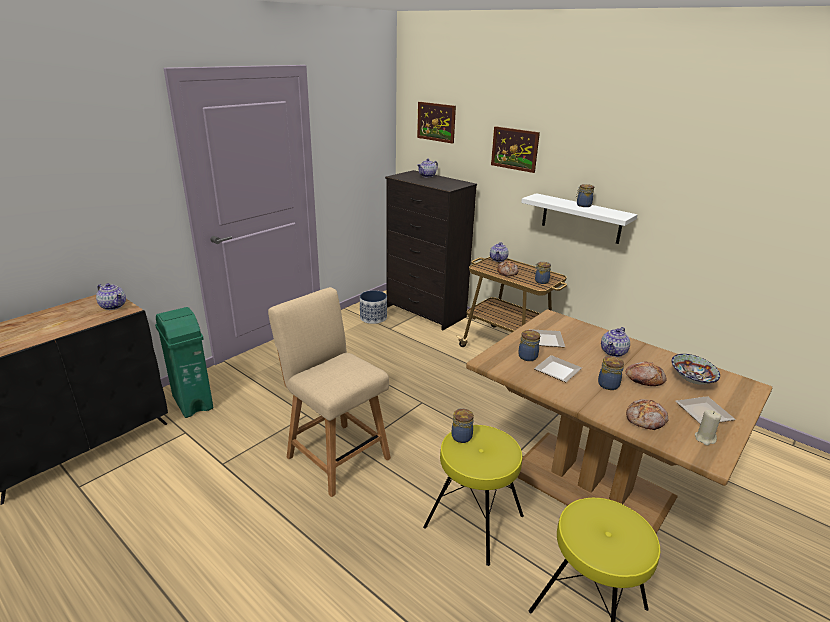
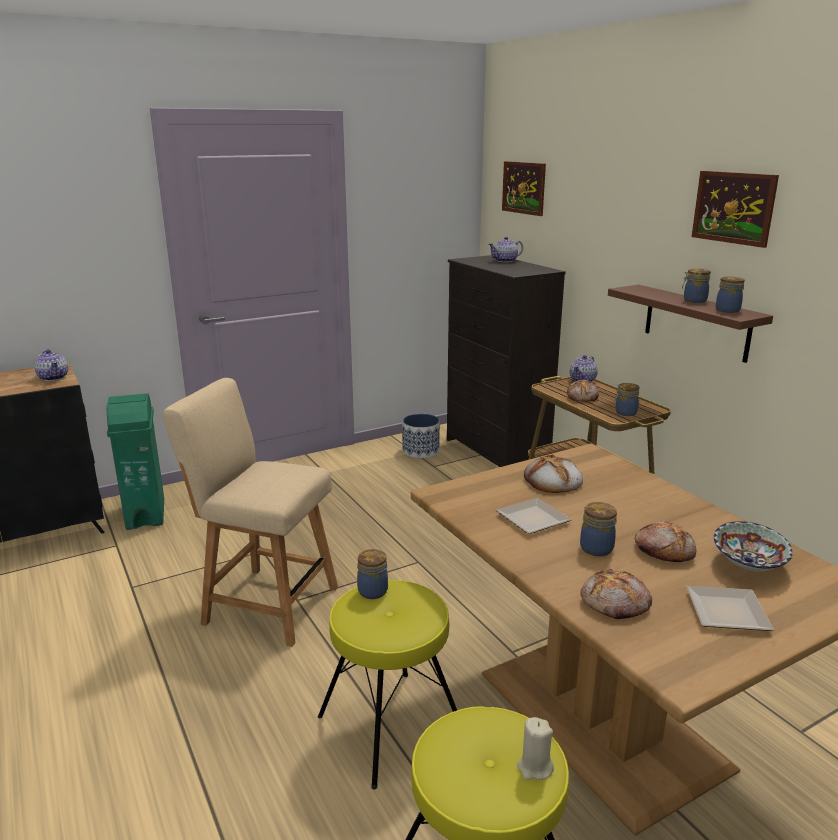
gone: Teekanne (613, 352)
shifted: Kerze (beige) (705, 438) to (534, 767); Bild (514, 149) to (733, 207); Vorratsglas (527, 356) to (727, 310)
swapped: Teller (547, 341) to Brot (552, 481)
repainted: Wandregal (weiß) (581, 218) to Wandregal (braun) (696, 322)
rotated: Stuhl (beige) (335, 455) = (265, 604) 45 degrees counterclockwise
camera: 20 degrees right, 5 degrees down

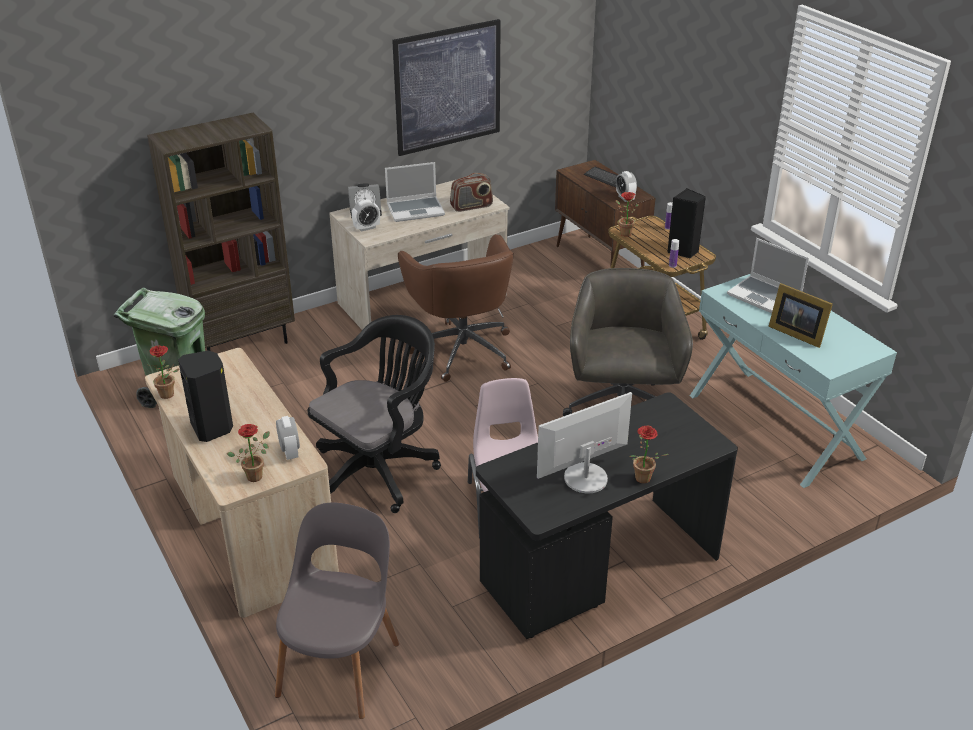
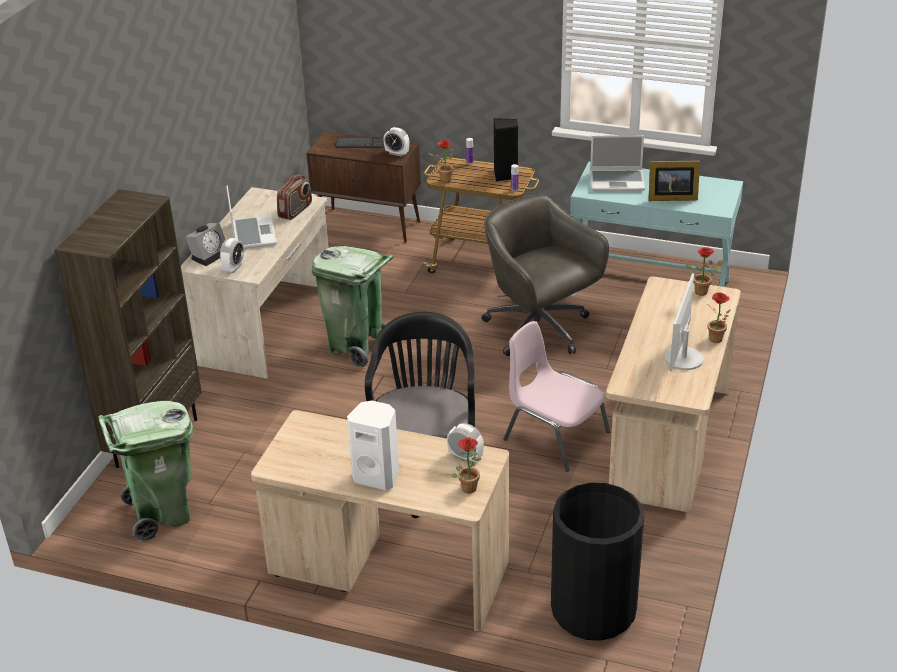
gone: Bild (448, 87)
shifted: Topfpflanze (170, 395) to (703, 291)
swapped: Bürostuhl (braun) (462, 349) to Mülleimer (grün) (357, 347); Stuhl (grau) (340, 664) to Mülleimer (schwarz) (593, 610)
repainted: Lautsprecher (schwarz) (213, 428) to Lautsprecher (weiß) (377, 476); Schreibtisch (schwarz) (599, 568) to Schreibtisch (beige) (668, 442)
rotated: Laptop (416, 210) = (252, 234) 45 degrees counterclockwise
camera: 40 degrees left, 0 degrees up

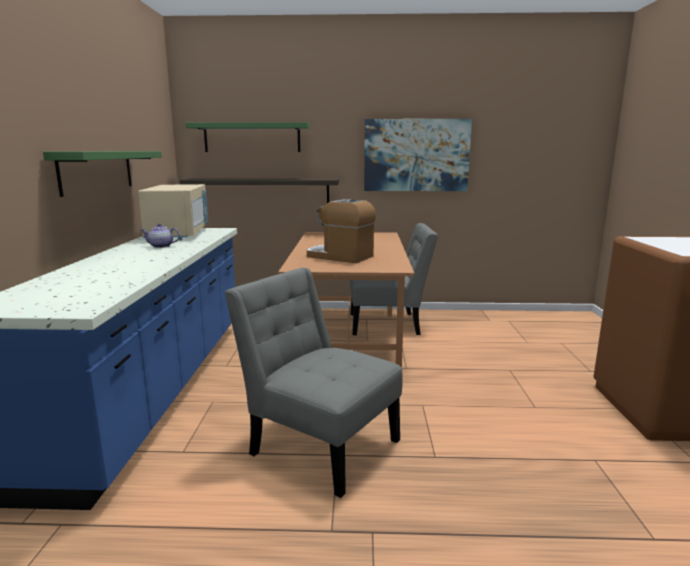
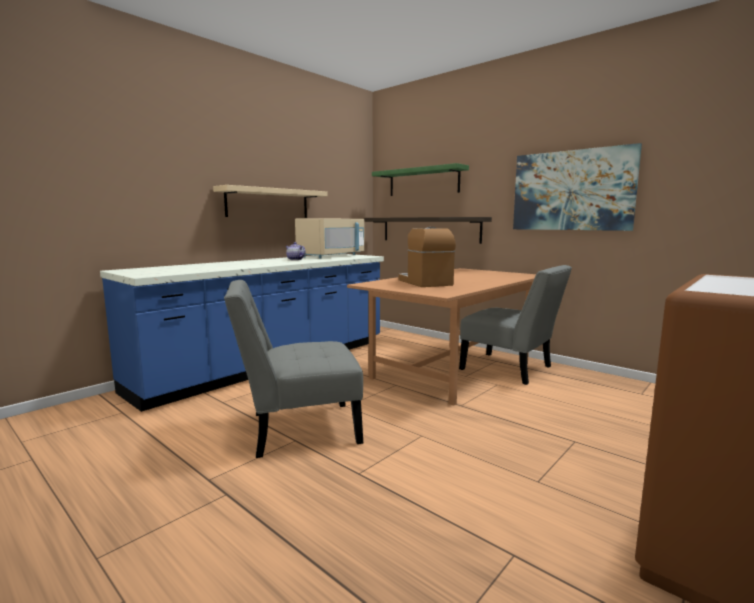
repainted: Wandregal (grün) (97, 171) to Wandregal (beige) (268, 203)
rotated: Stuhl (grau) (319, 444) = (297, 429) 90 degrees counterclockwise
camera: 40 degrees right, 5 degrees down

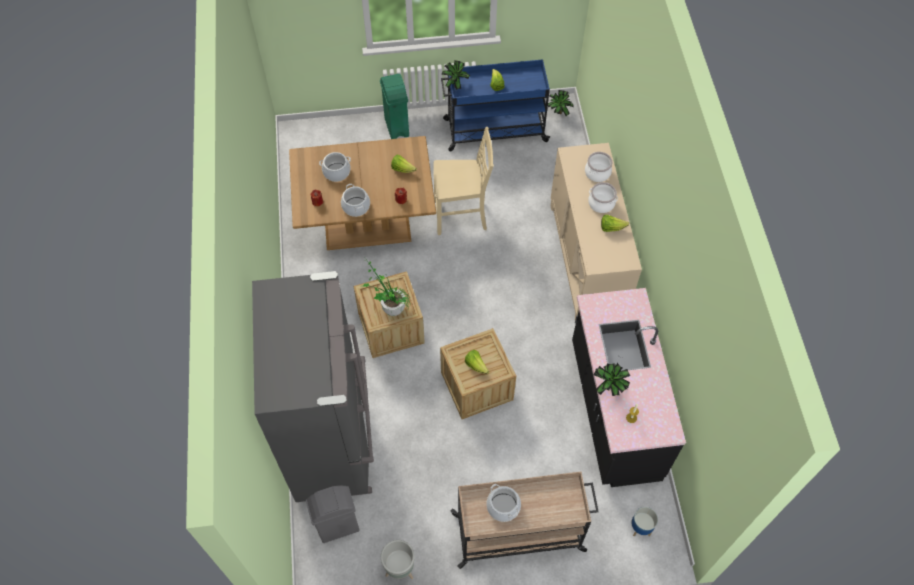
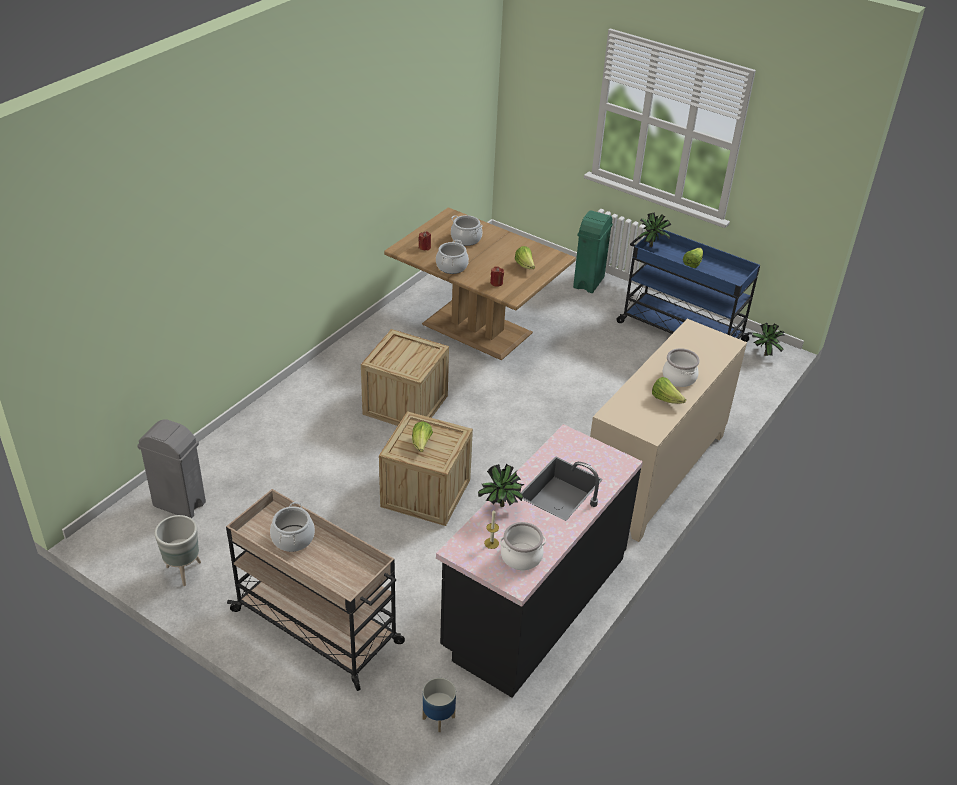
gone: Kühlschrank (grau) (333, 441); Topfpflanze (390, 307); Stuhl (beige) (461, 216)
shifted: Kochtopf (597, 173) to (521, 557)
camera: 40 degrees right, 20 degrees down

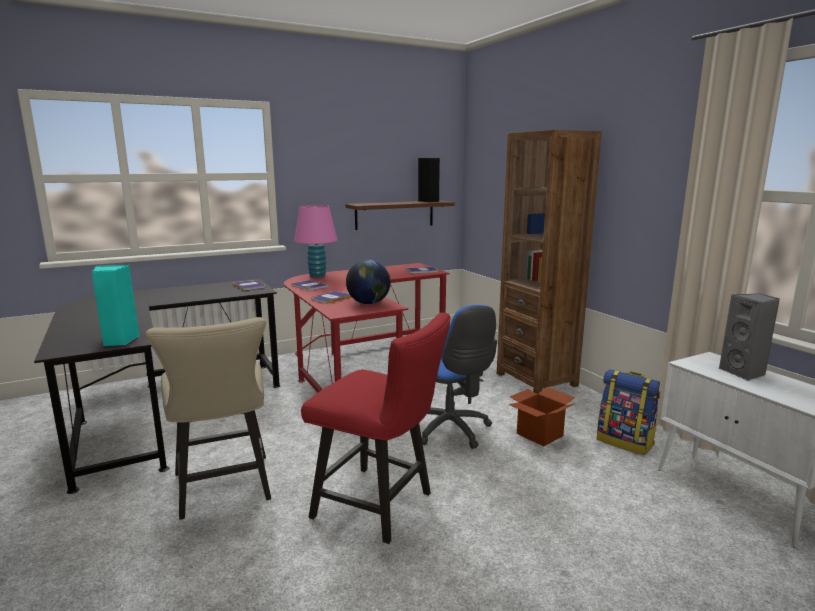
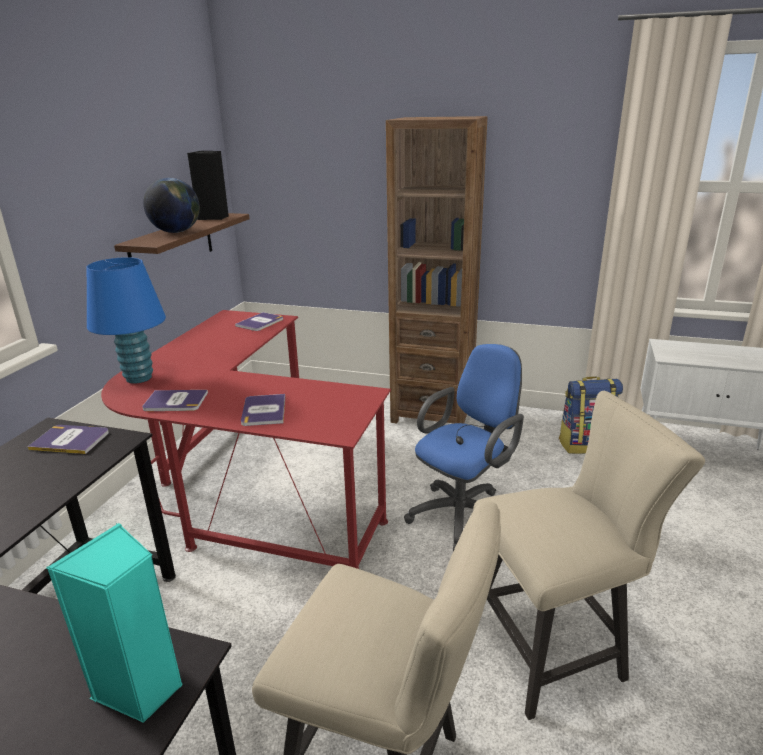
gone: Karton (540, 435); Lautsprecher (grau) (744, 373)
shifted: Globus (369, 303) to (176, 232)
repainted: Tischlampe (rosa) (317, 276) to Tischlampe (blau) (139, 378); Stuhl (rot) (381, 506) to Stuhl (beige) (556, 646)
rotated: Bürostuhl (blau) (452, 431) = (464, 513) 60 degrees counterclockwise
camera: 45 degrees left, 10 degrees up

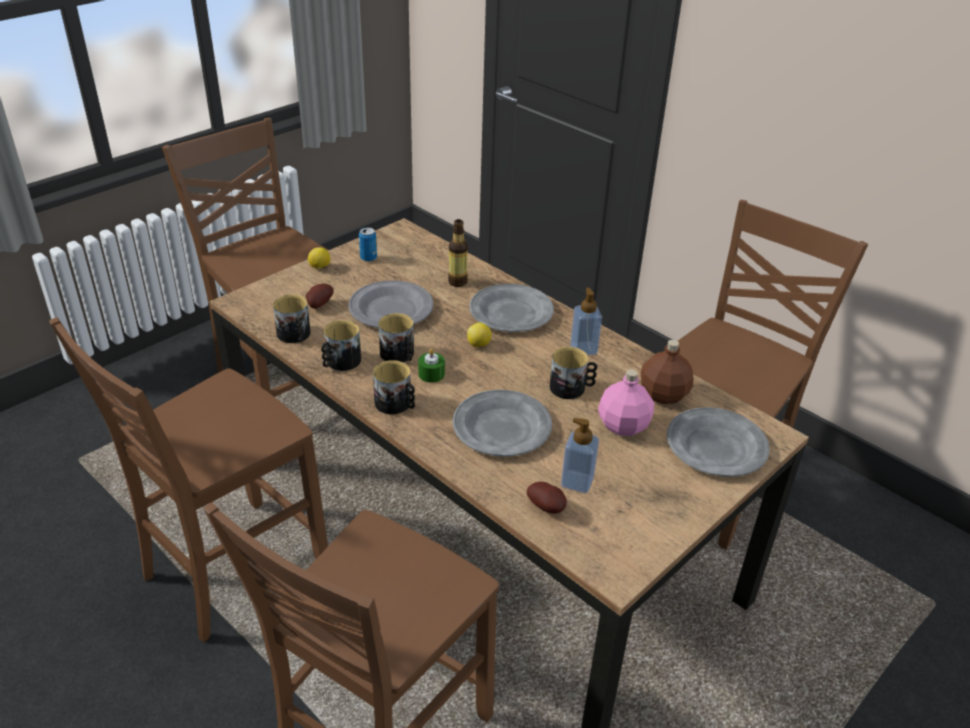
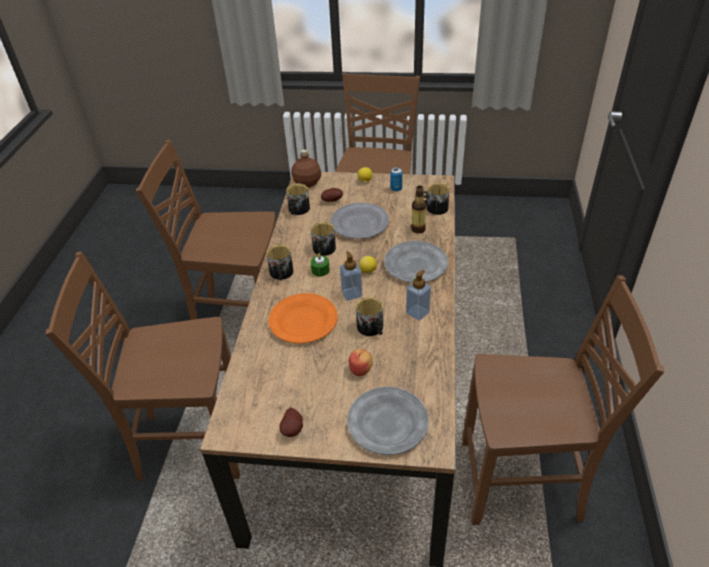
shifted: Kartoffel (547, 507) to (293, 429); Flasche (braun) (663, 395) to (306, 183); Seifenspender (577, 482) to (351, 294); Henkelbecher (340, 362) to (434, 208)
swapped: Flasche (rosa) (624, 426) to Apfel (361, 369)
repainted: Teller (grau) (501, 427) to Teller (orange) (303, 321)
camera: 55 degrees right, 5 degrees up

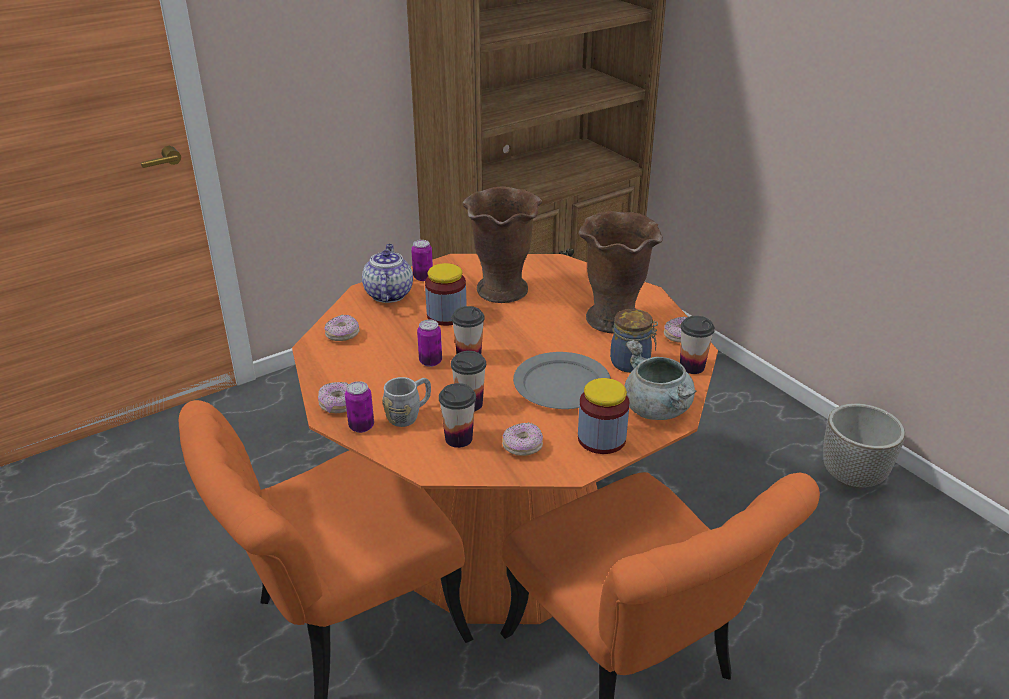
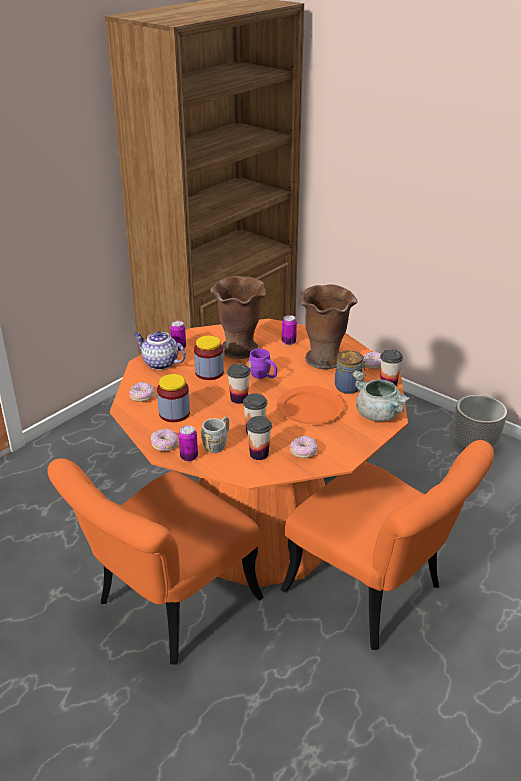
new: Henkelbecher (lila) (263, 376)
shifted: Vorratsglas (601, 439) to (174, 413); Dose (430, 361) to (288, 342)
repainted: Teller (grau) (562, 384) to Teller (orange) (310, 408)
rotated: Teekanne (388, 294) = (159, 363) 45 degrees counterclockwise
camera: 15 degrees left, 0 degrees up

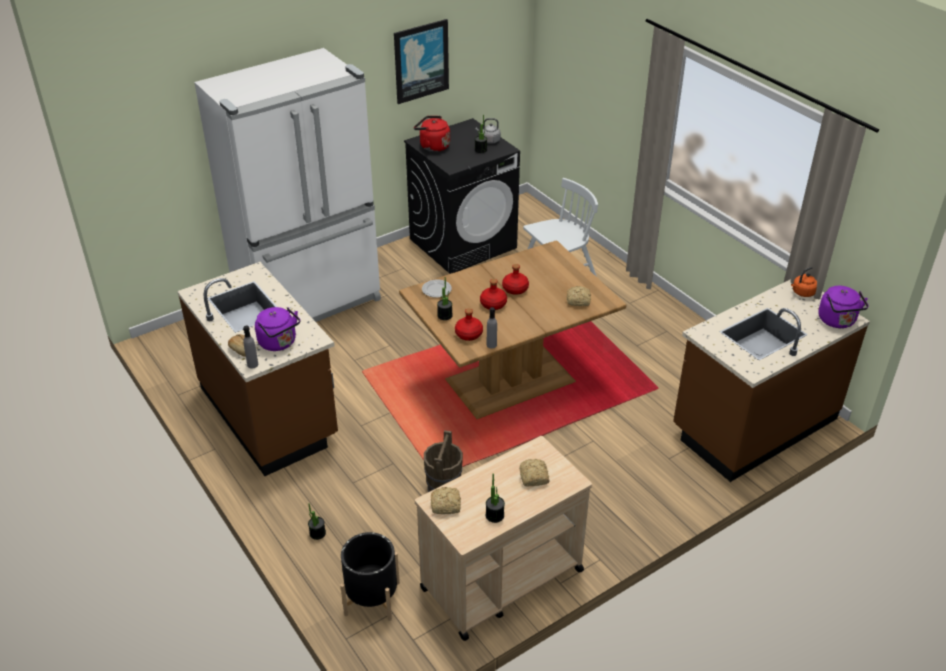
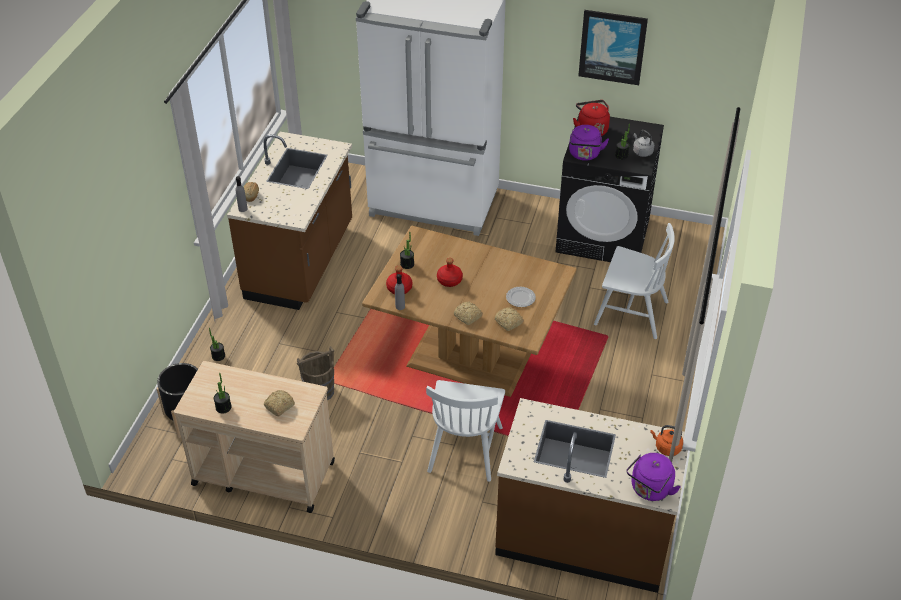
gone: Flasche (rot) (515, 289)
new: Stuhl (weiß) (465, 448)
shifted: Brot (446, 505) to (468, 317); Teller (436, 290) to (520, 298); Wasserkessel (lila) (279, 343) to (584, 155)
camera: 50 degrees right, 5 degrees up

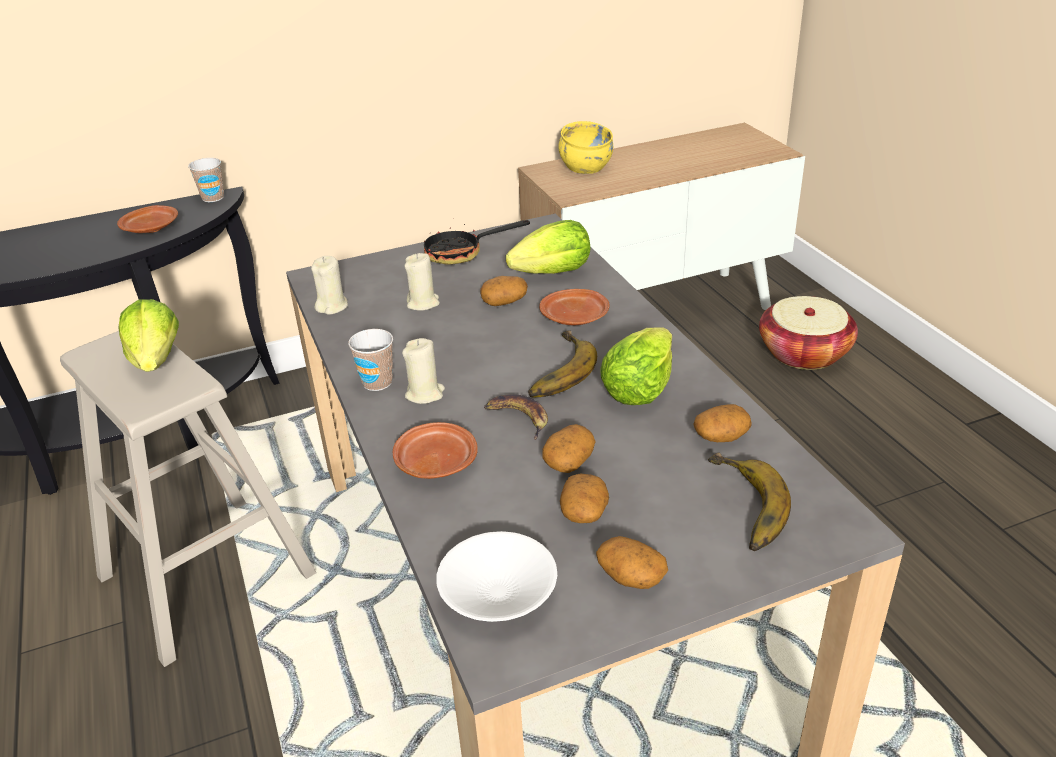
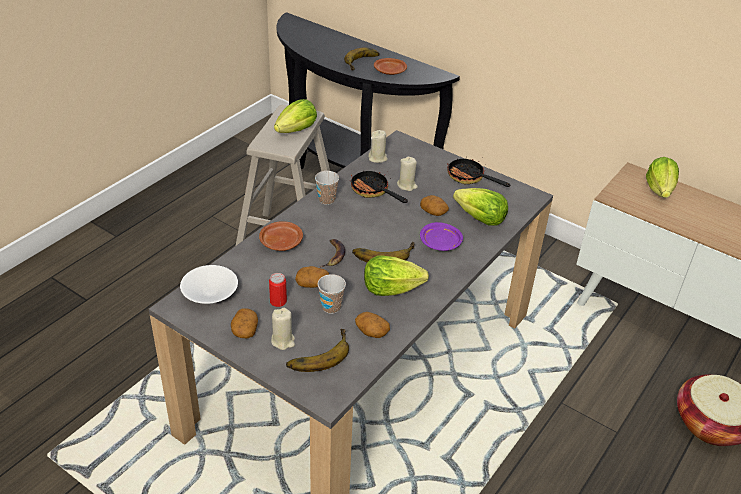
new: Banane (363, 62); Pfanne (373, 192)
shifted: Kerze (beige) (425, 394) to (283, 341); Tasse (213, 198) to (331, 307)
swapped: Kartoffel (584, 512) to Dose (278, 301); Schüssel (gelb) (585, 168) to Salatkopf (659, 190)
repainted: Teller (braun) (575, 317) to Teller (lila) (440, 243)
camera: 55 degrees right, 5 degrees up

